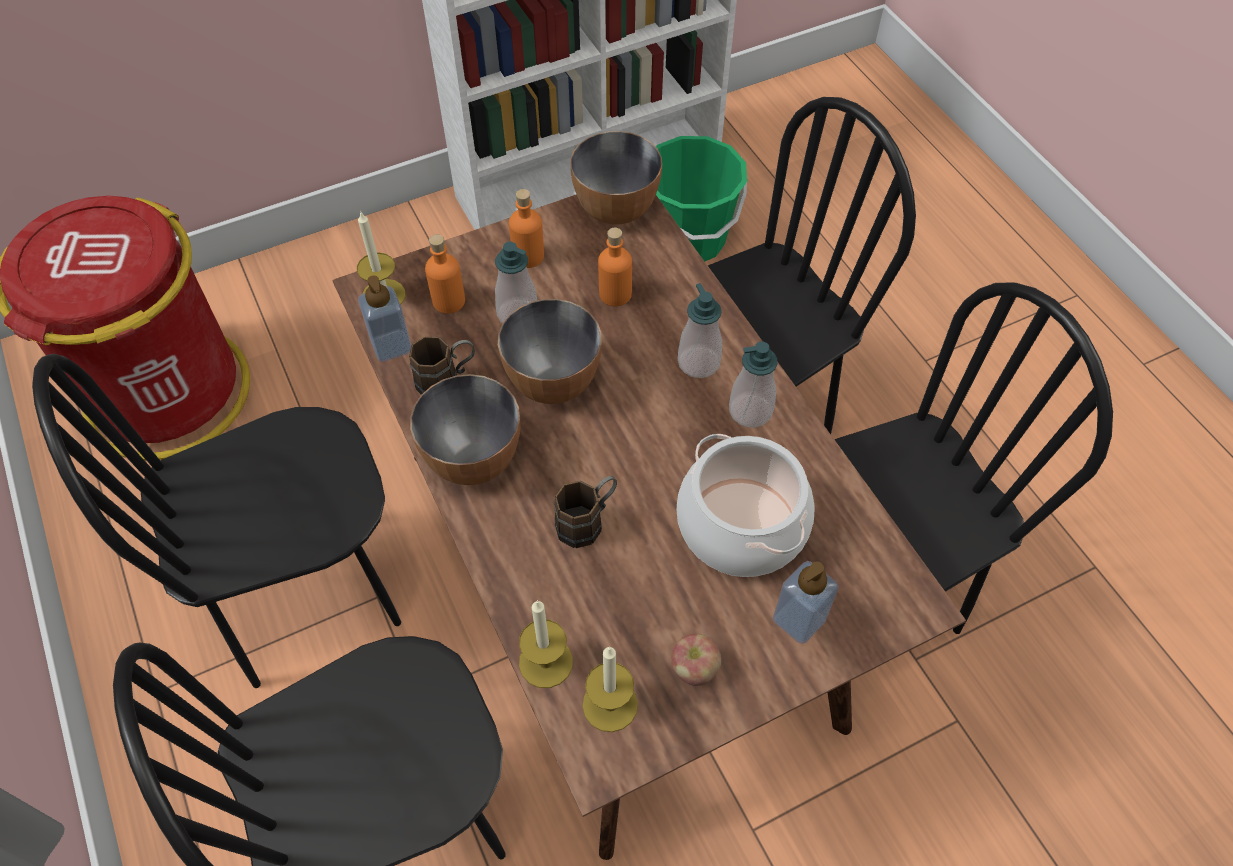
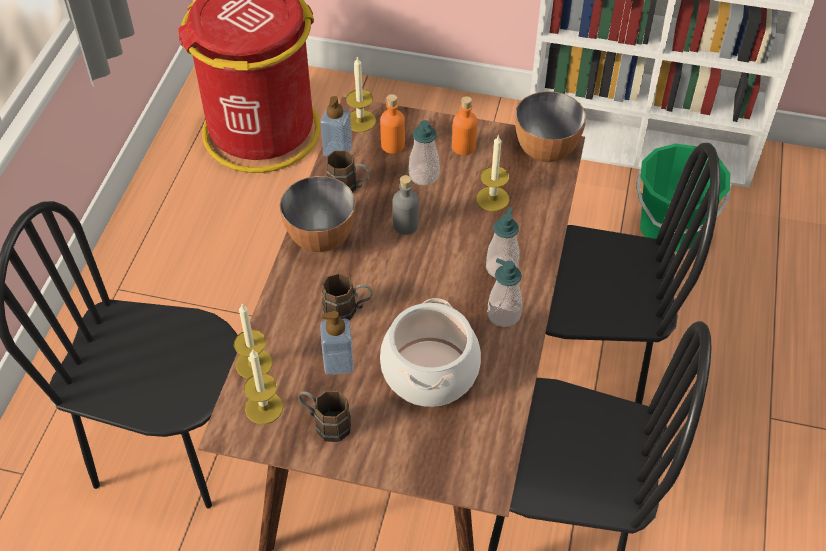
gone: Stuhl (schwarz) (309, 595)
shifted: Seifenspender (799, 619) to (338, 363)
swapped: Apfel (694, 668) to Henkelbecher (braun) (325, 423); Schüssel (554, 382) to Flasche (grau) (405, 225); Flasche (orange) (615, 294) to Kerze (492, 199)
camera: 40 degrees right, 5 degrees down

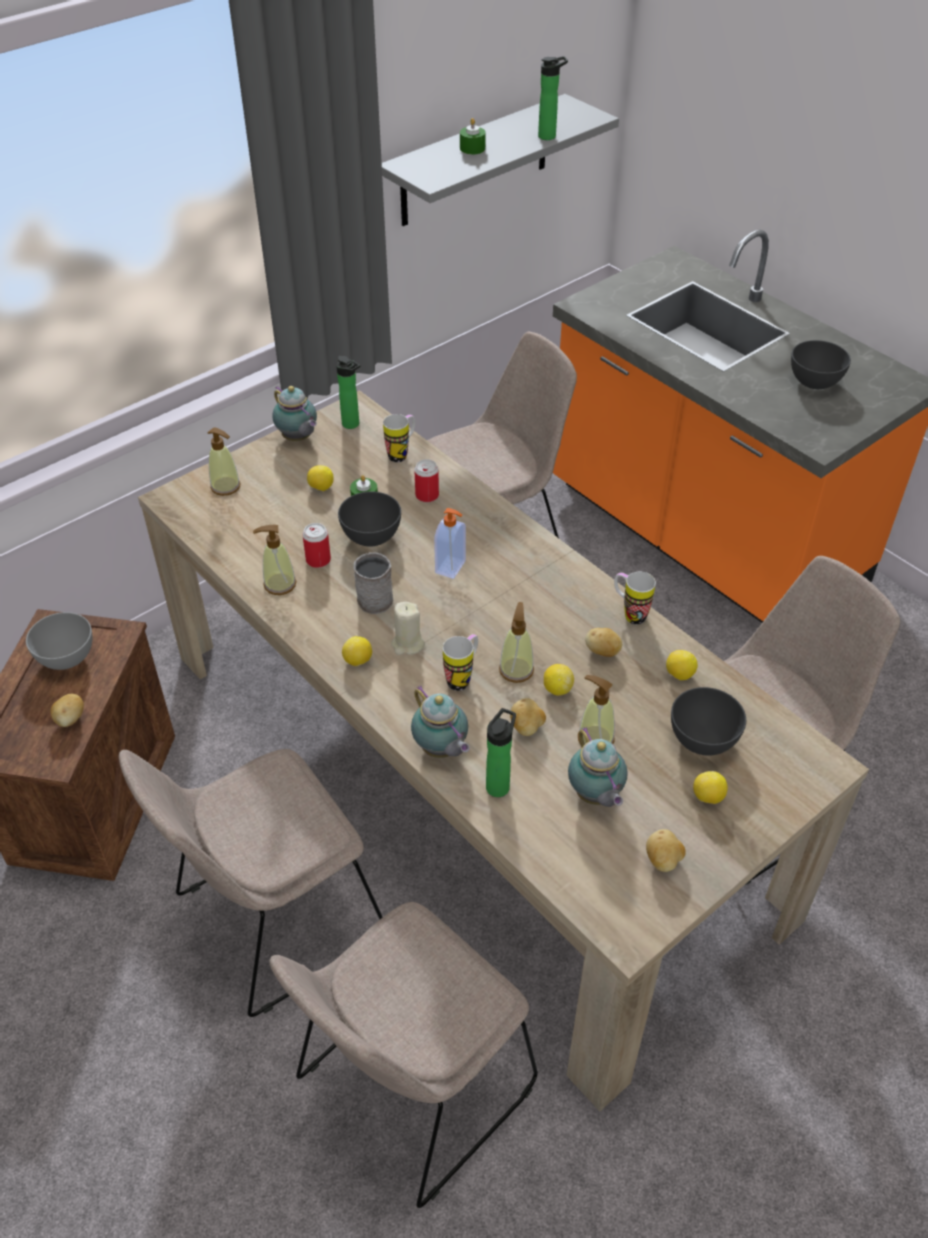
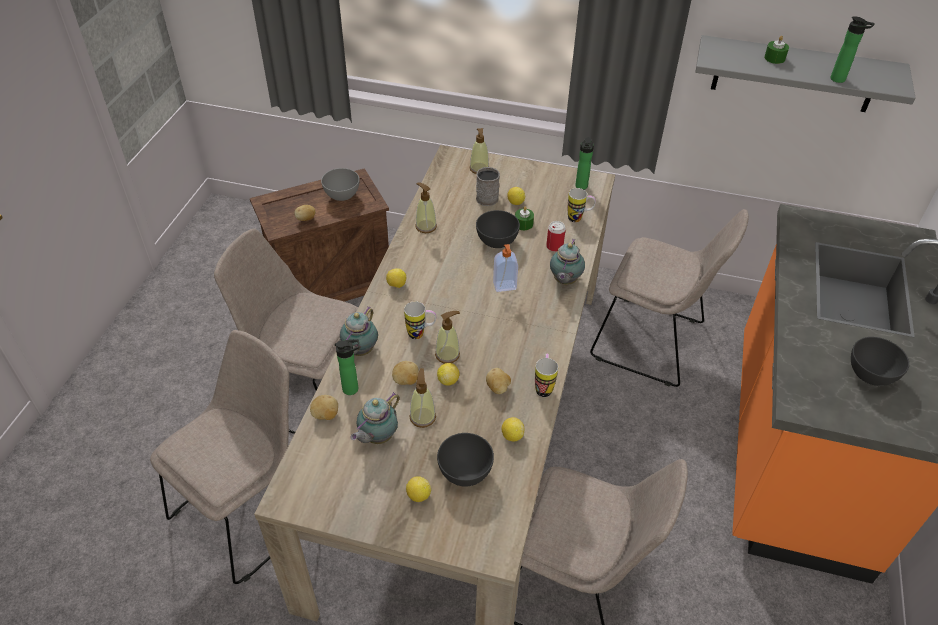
gone: Dose (318, 560); Kerze (beige) (407, 644)
shifted: Kartoffel (663, 860) to (325, 415); Henkelbecher (grau) (373, 596) to (489, 197); Teekanne (298, 439) to (564, 281)
rotated: Stuhl (beige) (411, 1088) = (250, 510) 120 degrees clockwise
camera: 55 degrees right, 0 degrees up

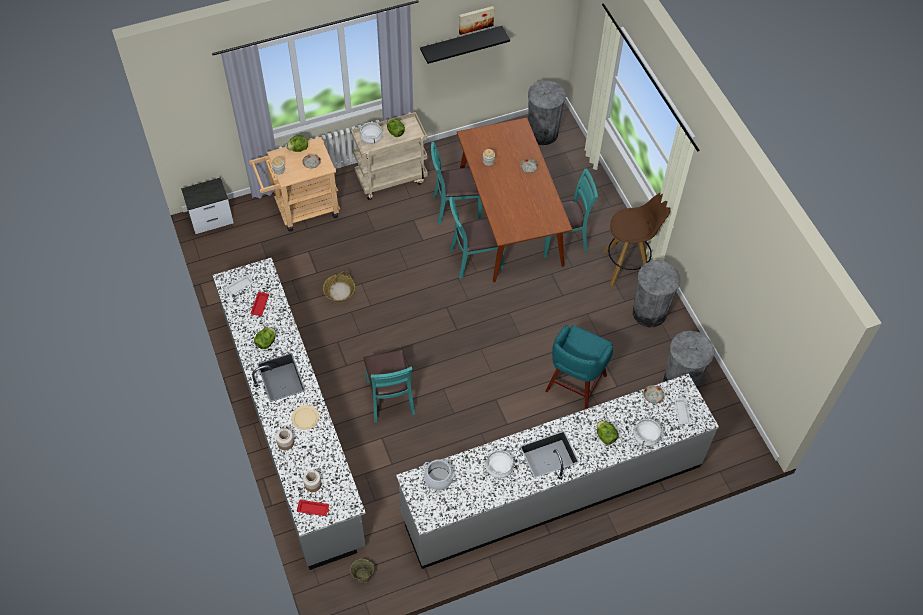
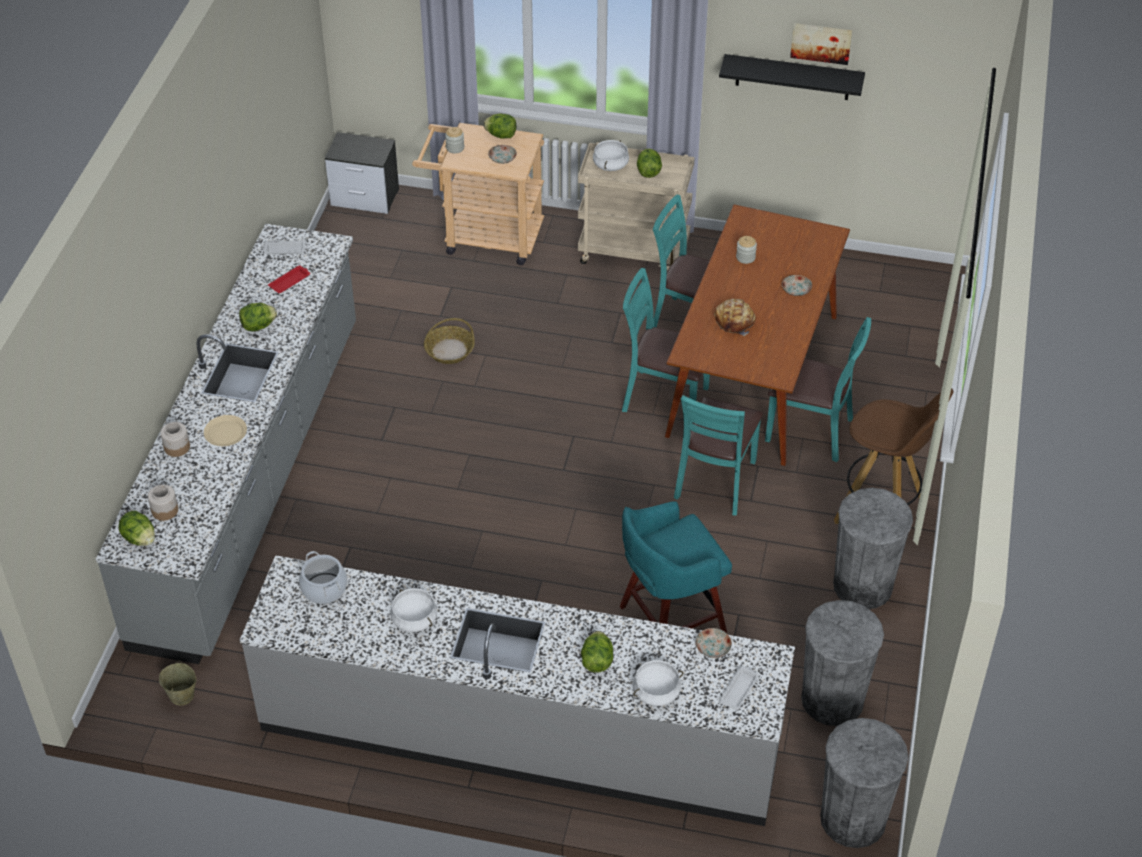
new: Brot (735, 321)
shifted: Stuhl (türkis) (390, 398) to (715, 481); Mülleimer (grau) (542, 133) to (853, 819)
swapped: Tablett (rot) (313, 509) to Salatkopf (140, 538)
camera: 35 degrees right, 10 degrees down

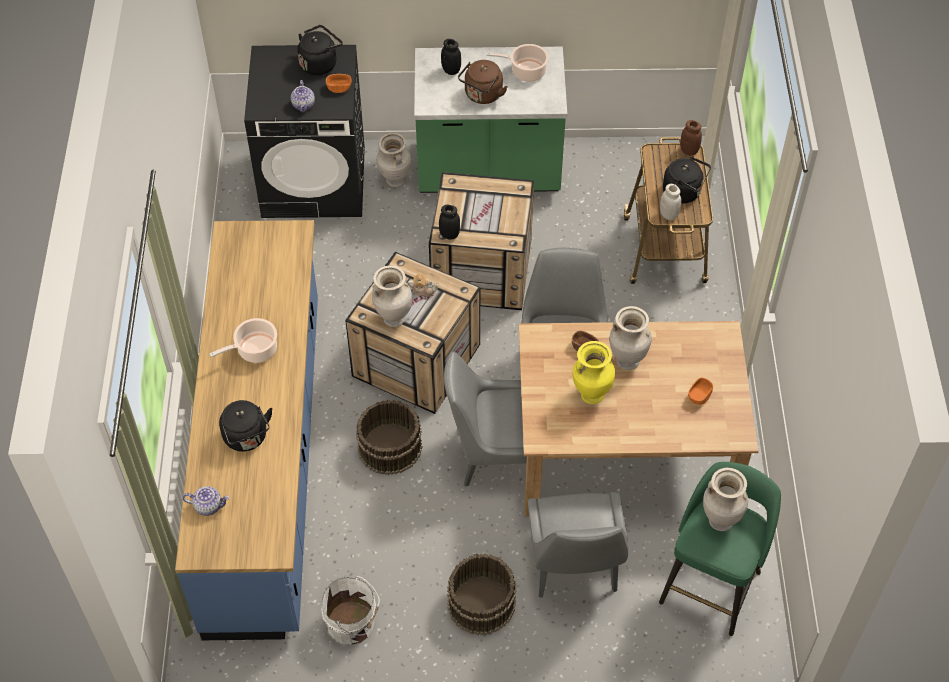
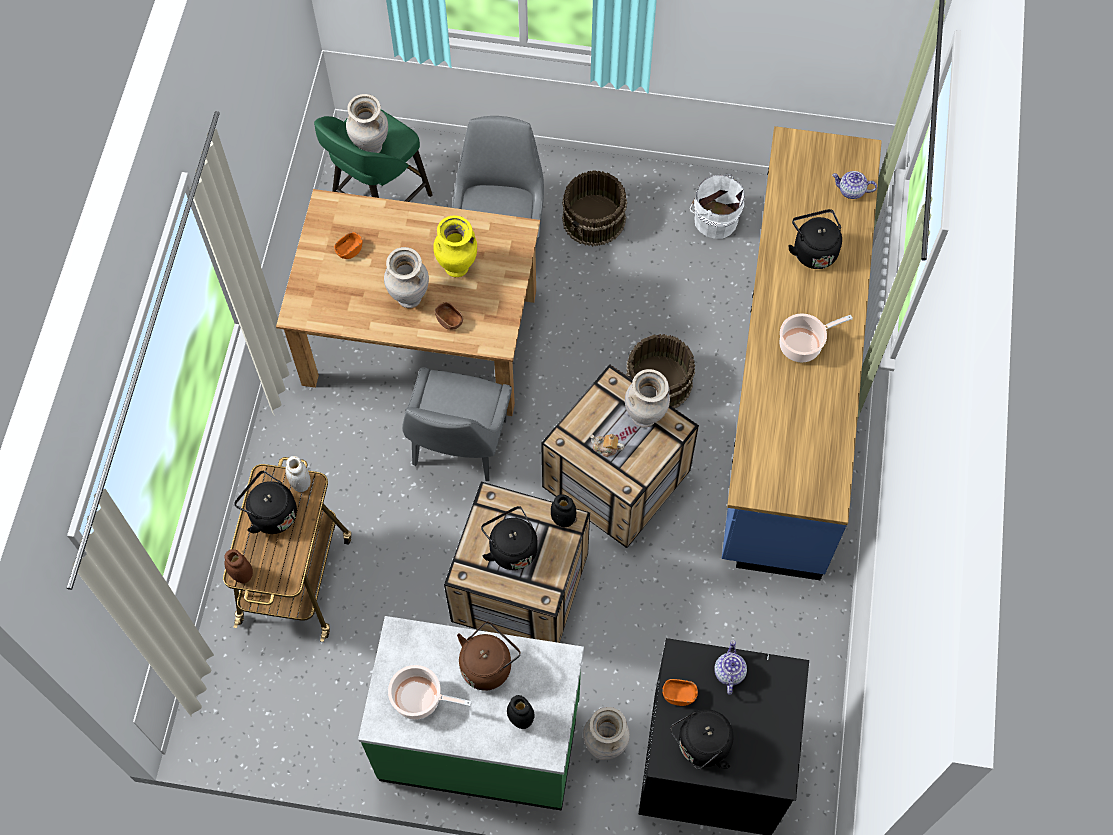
gone: Stuhl (grau) (492, 453)
new: Wasserkessel (schwarz) (511, 548)
camera: 170 degrees left, 10 degrees up

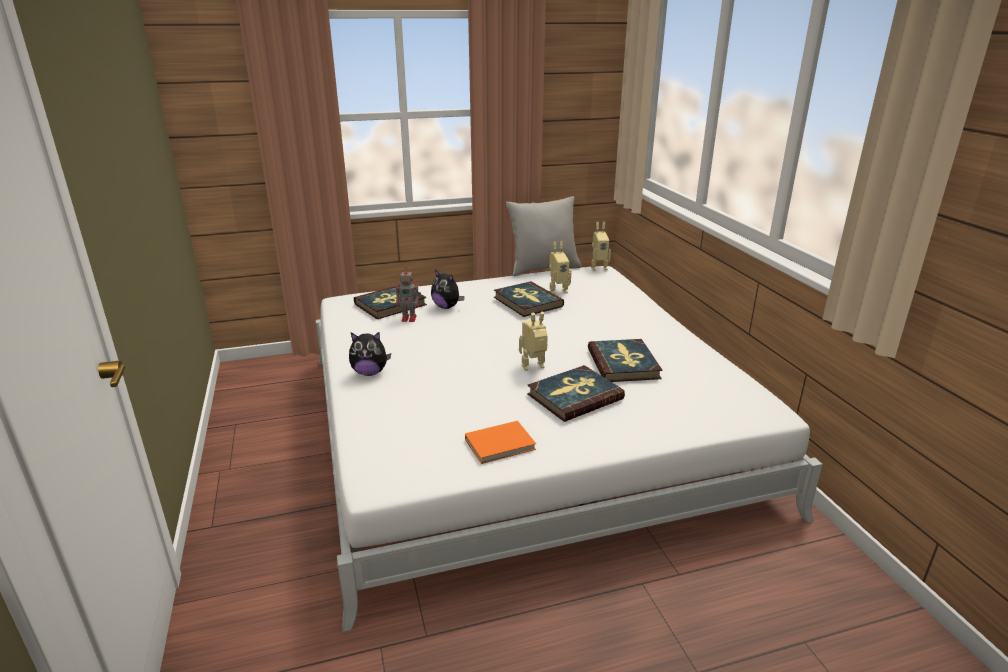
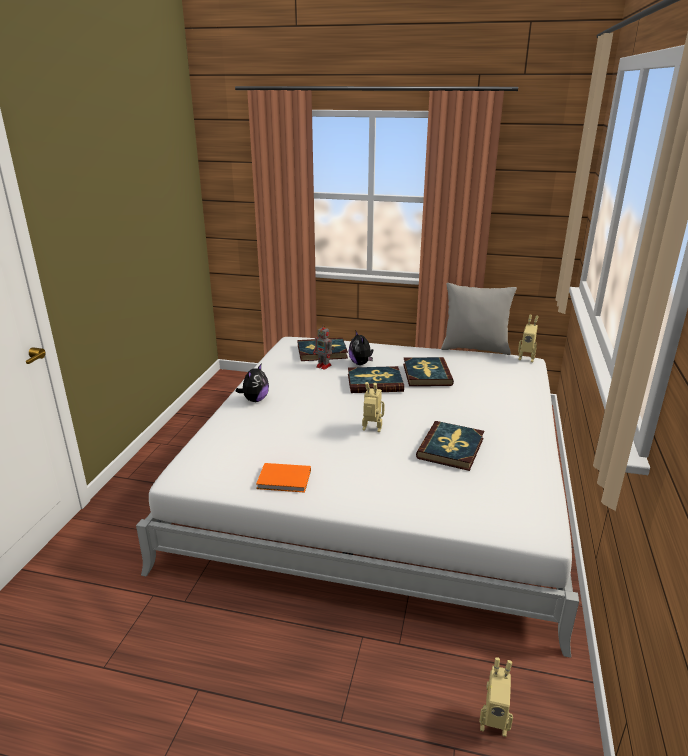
shifted: Buch (574, 396) to (375, 382); Spielzeugroboter (557, 291) to (493, 722)
rotated: Plüschtier (370, 372) = (255, 400) 90 degrees counterclockwise
camera: 30 degrees right, 0 degrees up

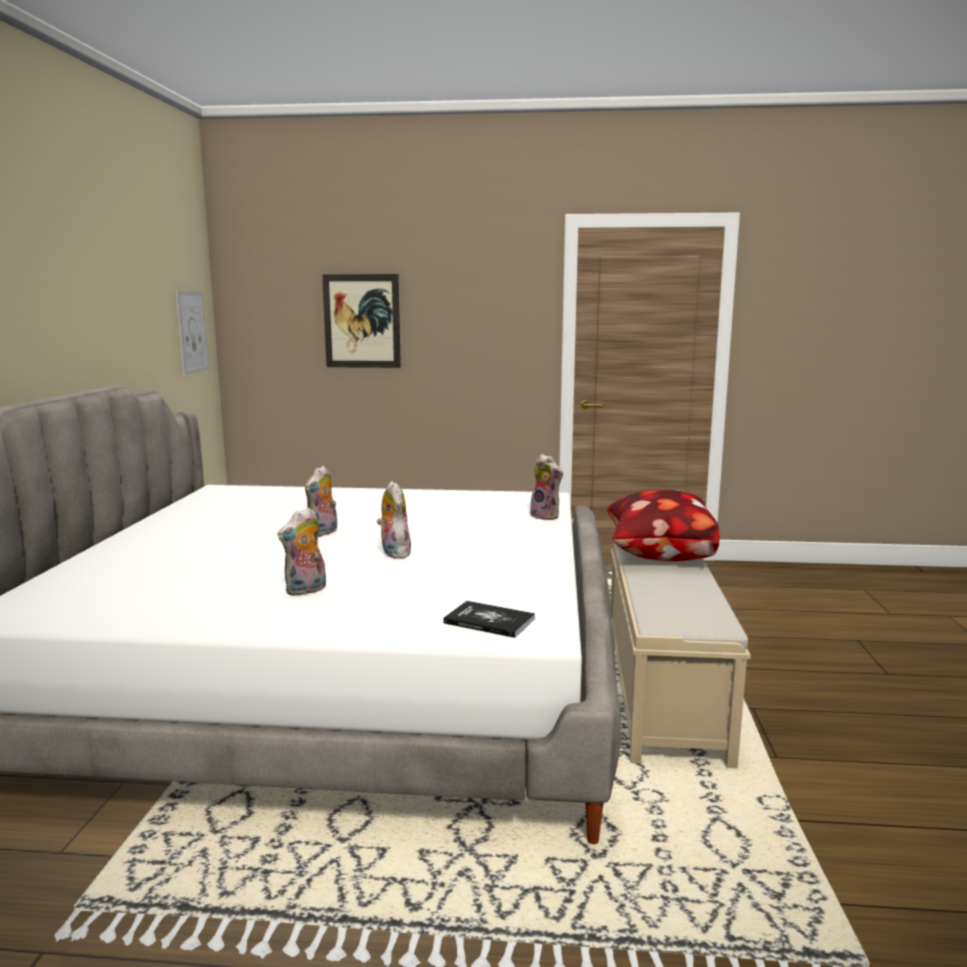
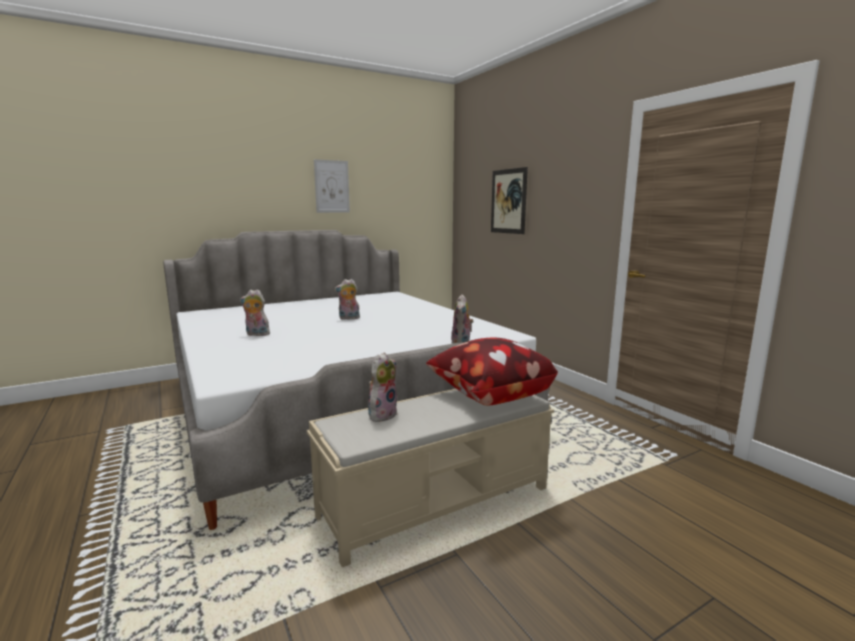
gone: Buch (489, 621)
shifted: Bild (192, 332) to (332, 186); Plüschtier (393, 553) to (382, 414)
camera: 55 degrees right, 0 degrees up

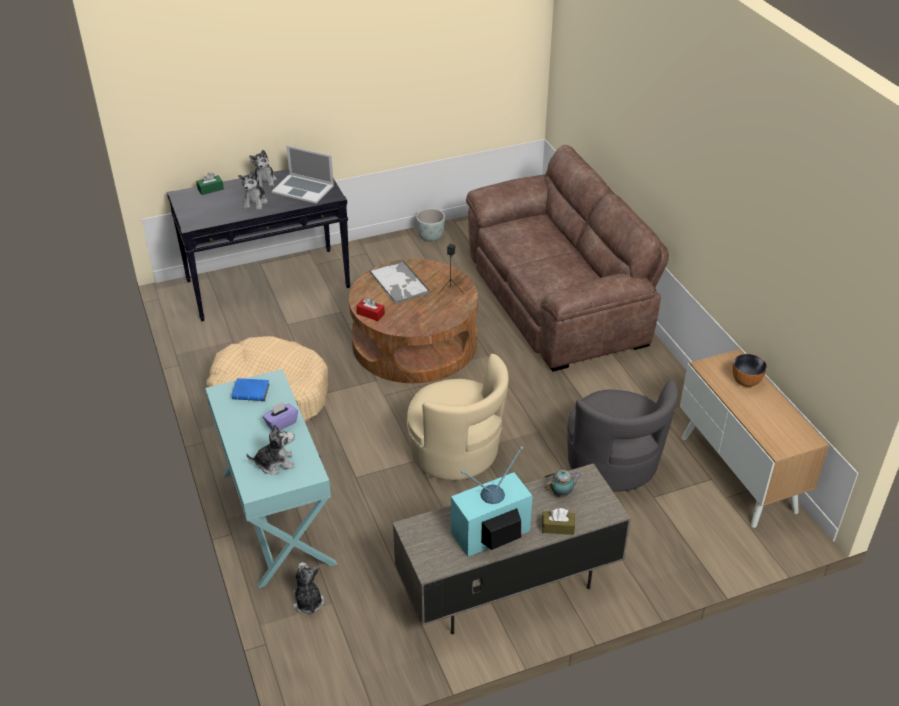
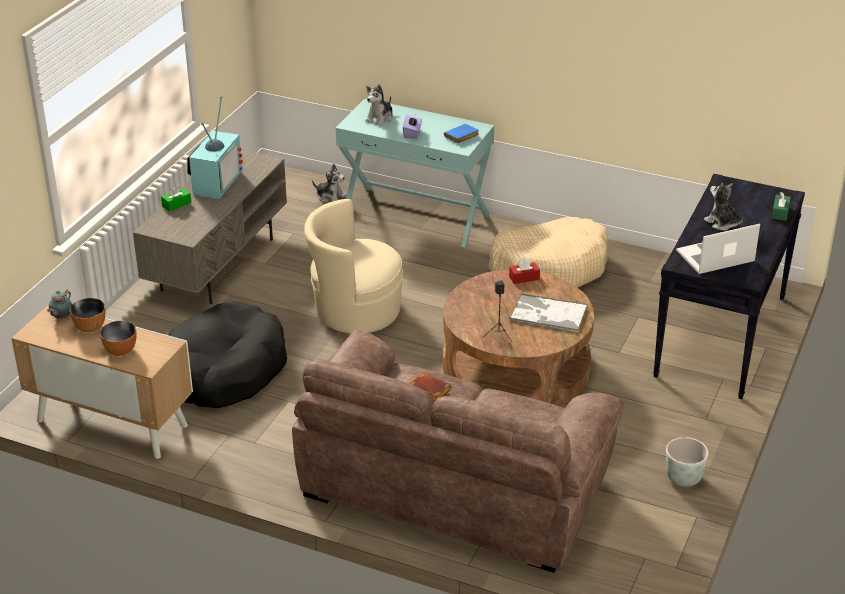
gone: Plüschtier (265, 181)
new: Schüssel (90, 327); Buch (braun) (428, 390)
shifted: Teekanne (562, 493) to (61, 317)
swapped: Sessel (grau) (613, 464) to Hundebett (schwarz) (224, 371)
repainted: Taschentuchbox (braun) (558, 527) to Taschentuchbox (grün) (176, 204)
camera: 135 degrees right, 5 degrees down

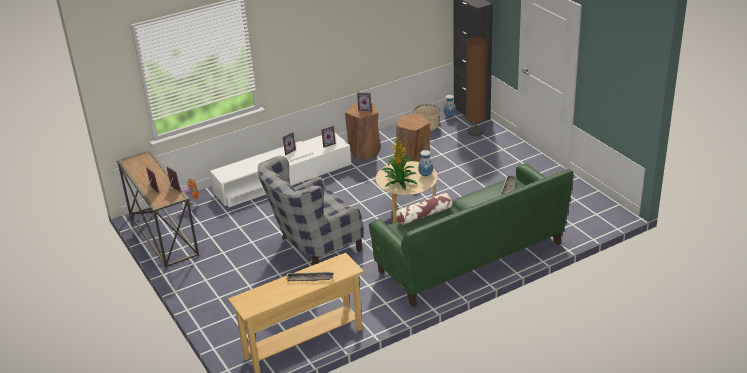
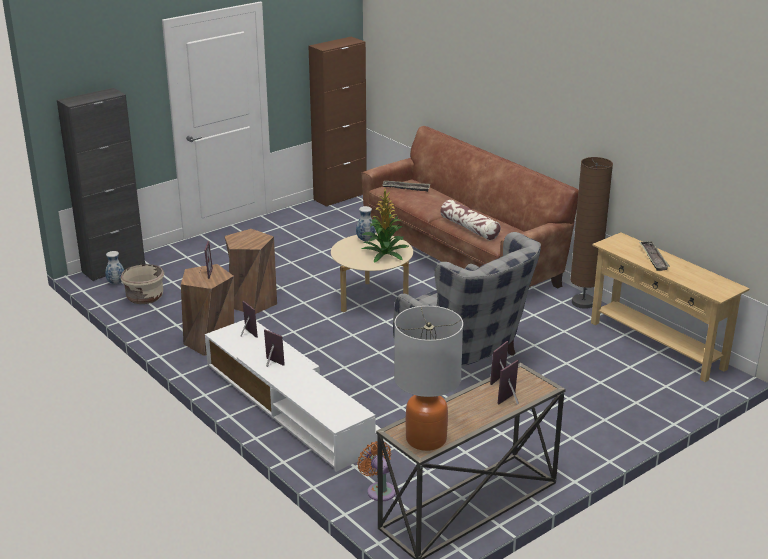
new: Schrank (braun) (340, 196); Tischlampe (426, 439)
shifted: Stehlampe (braun) (475, 132) to (583, 303)
repainted: Sofa (grün) (471, 257) to Sofa (braun) (460, 259)
camera: 100 degrees left, 5 degrees down

